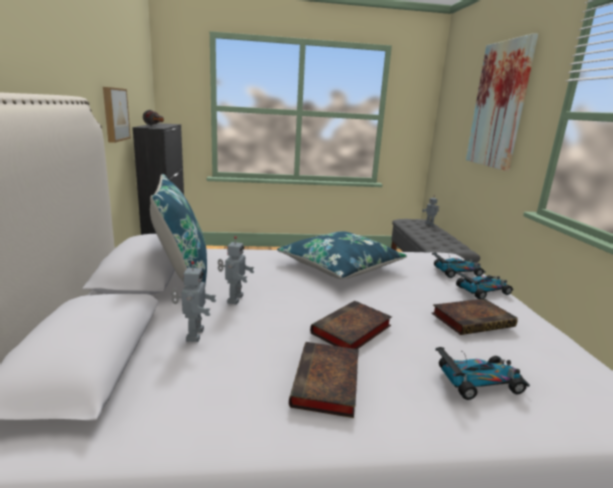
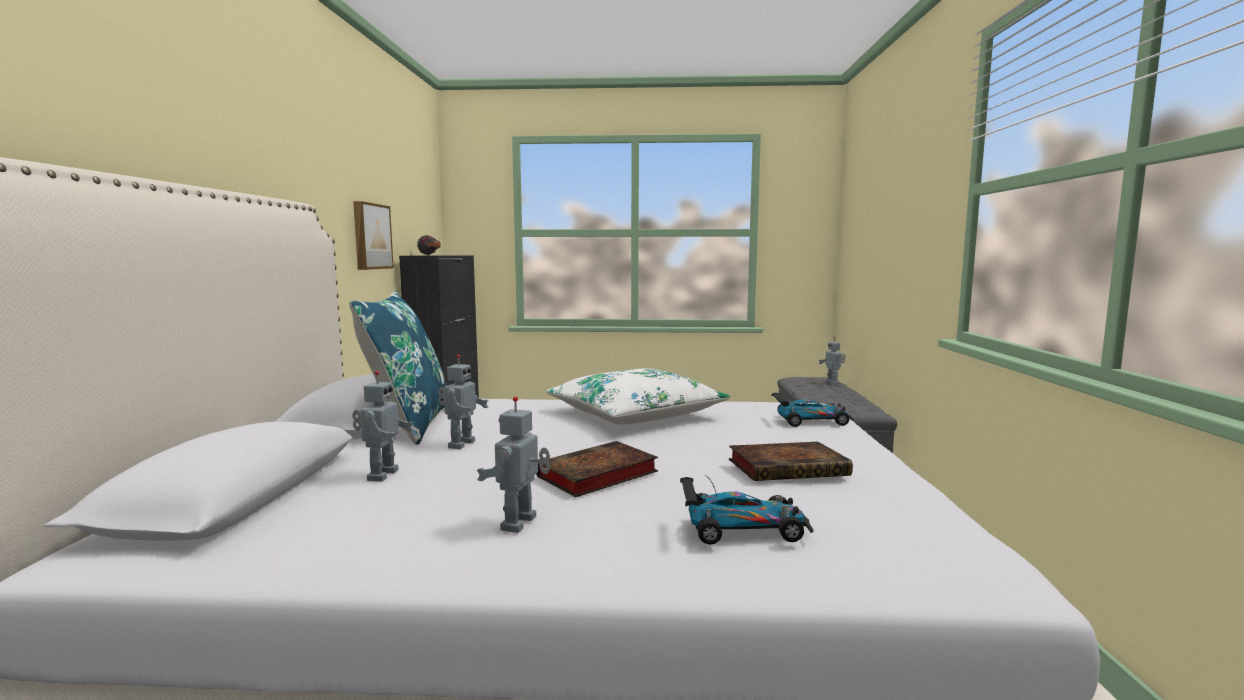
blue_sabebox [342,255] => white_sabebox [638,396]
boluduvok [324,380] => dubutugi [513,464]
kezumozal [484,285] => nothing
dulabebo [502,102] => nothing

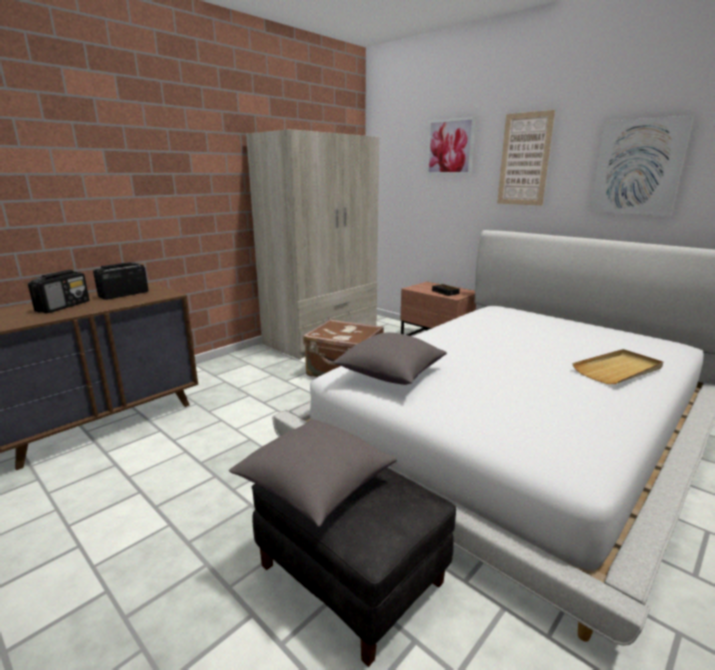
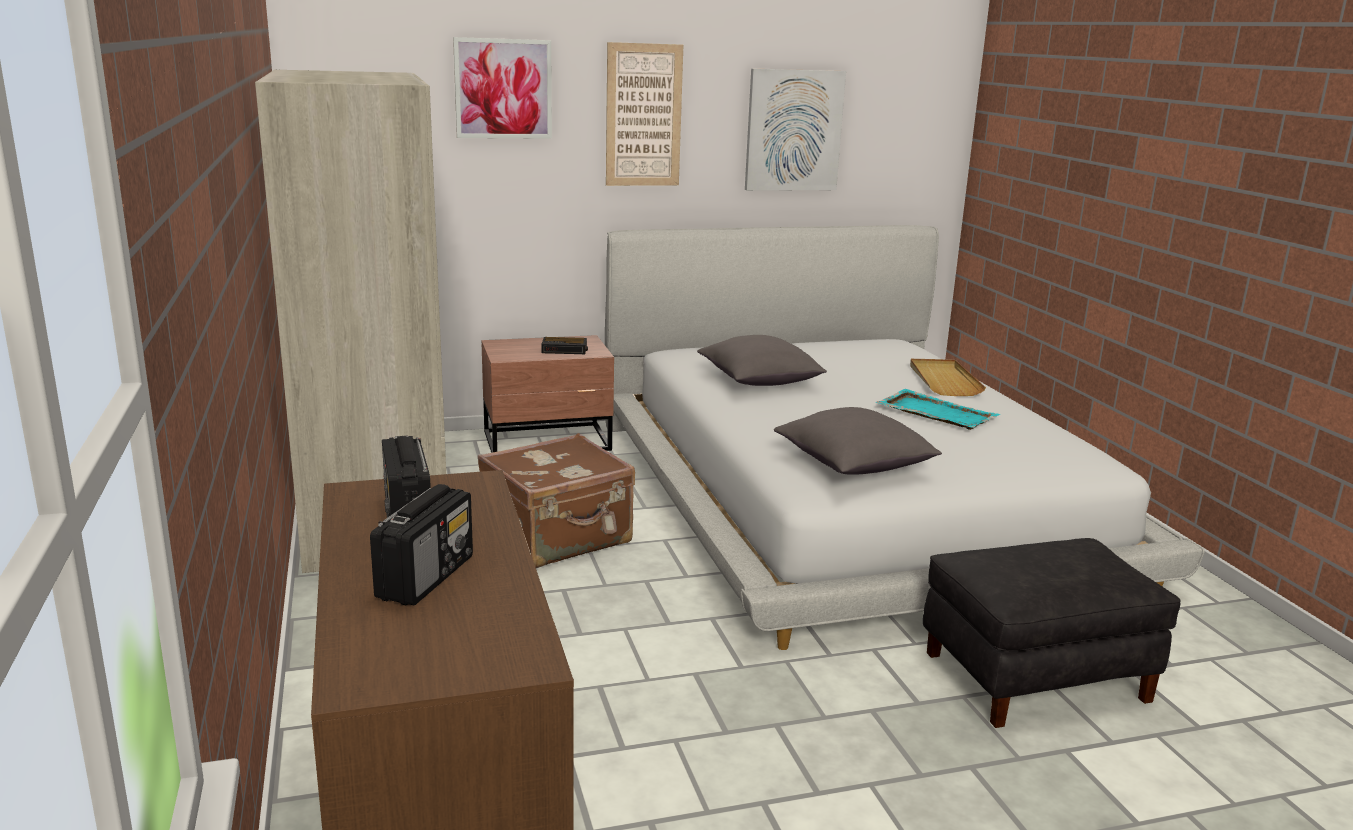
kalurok [58,291] => kalurok [421,544], 60 degrees clockwise
grey_sabebox [313,473] => grey_sabebox [762,360], relocated
nothing => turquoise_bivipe [938,409]

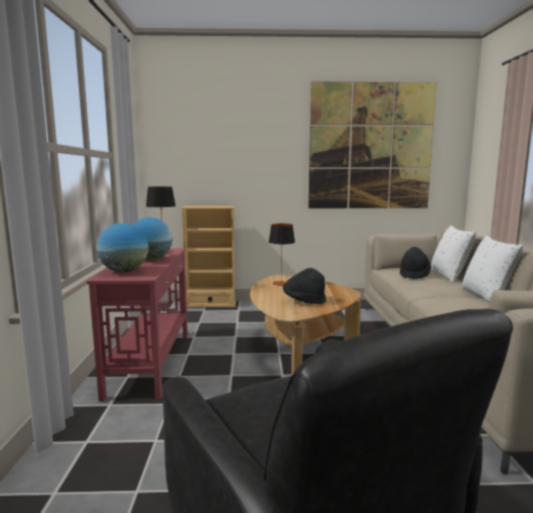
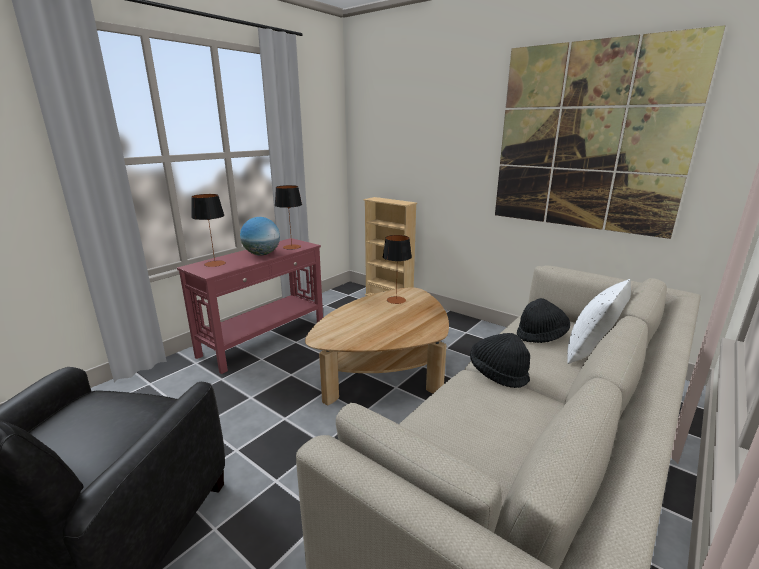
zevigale [122,247] => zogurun [208,230]
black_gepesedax [304,286] => black_gepesedax [500,360], relocated
white_sabebox [492,268] => nothing

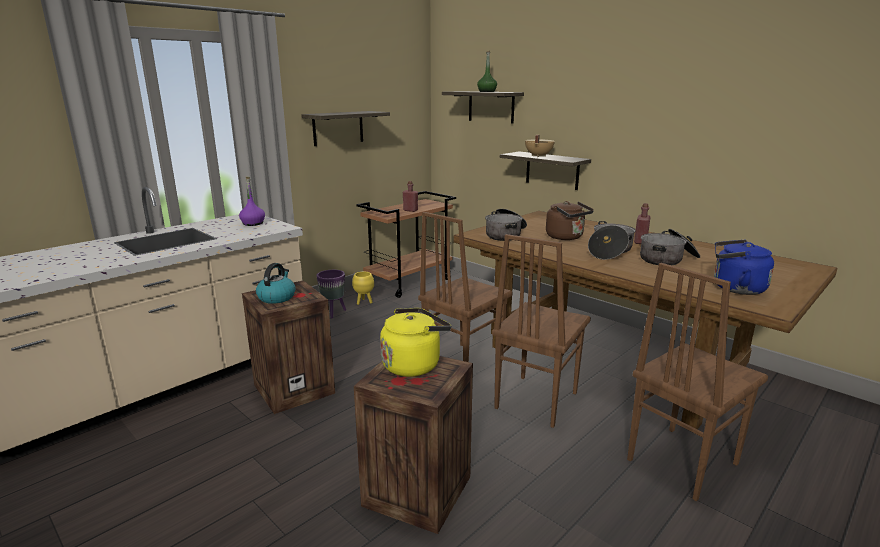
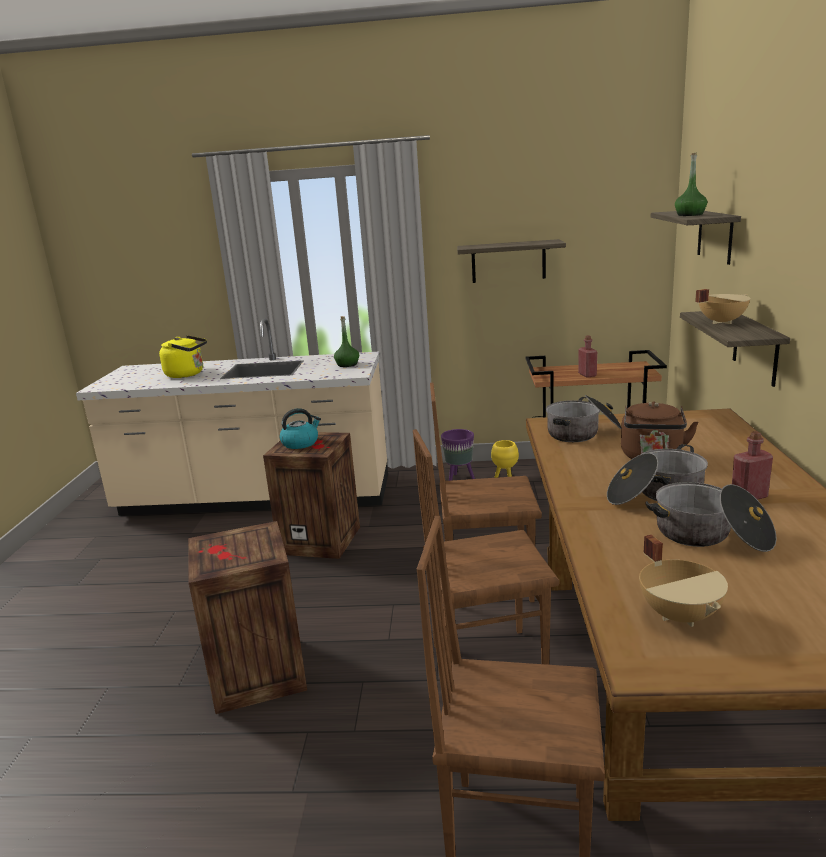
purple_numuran [252,201] => green_numuran [346,341]
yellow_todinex [415,342] => yellow_todinex [183,356], relocated
blue_todinex [744,267] => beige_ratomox [683,581]

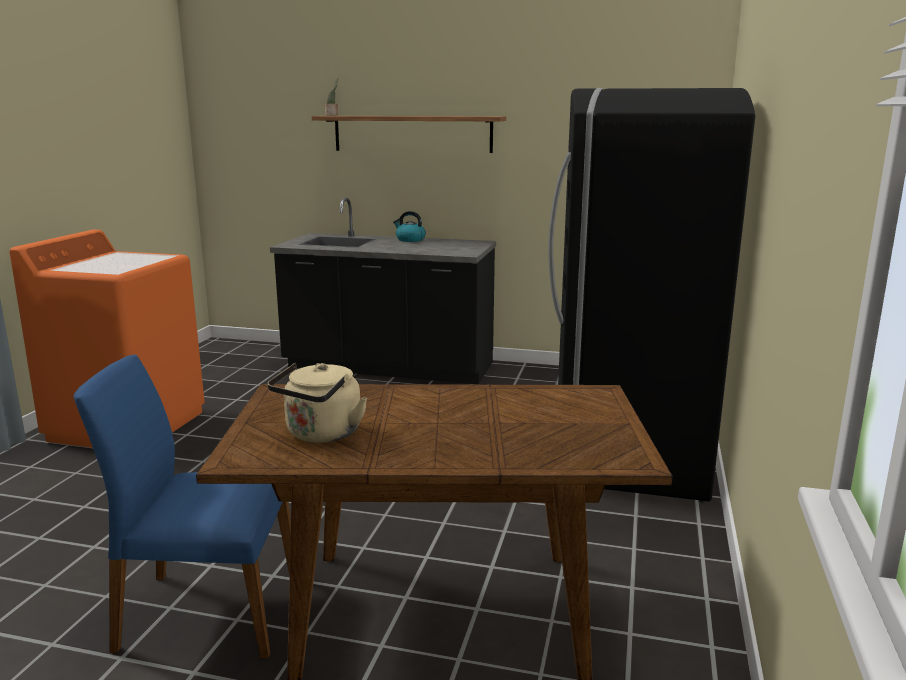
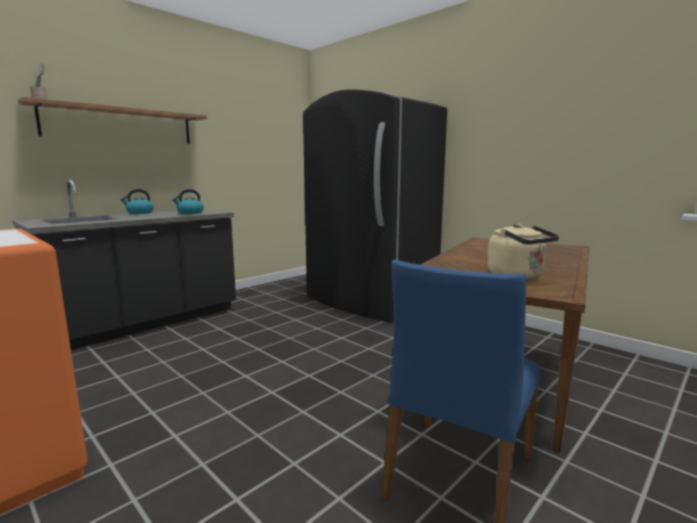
nothing => todinex [188,201]

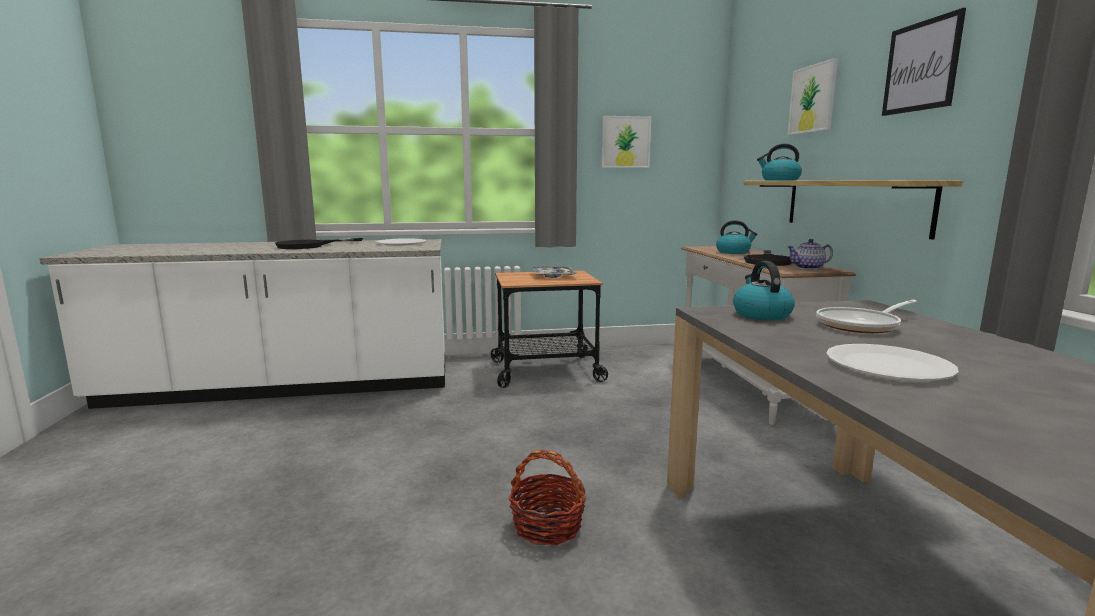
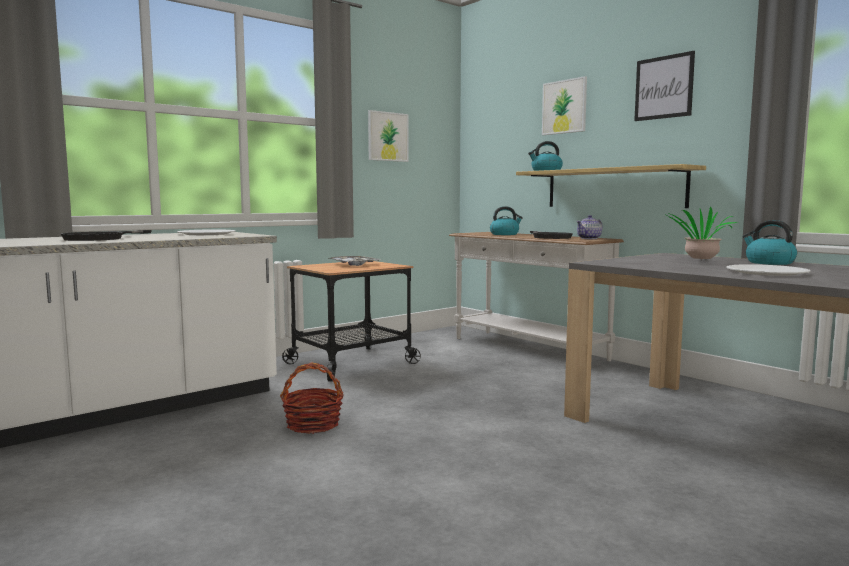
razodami [547,497] => razodami [312,398], relocated
todinex [764,291] => todinex [769,242], relocated
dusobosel [866,316] => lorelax [702,234]

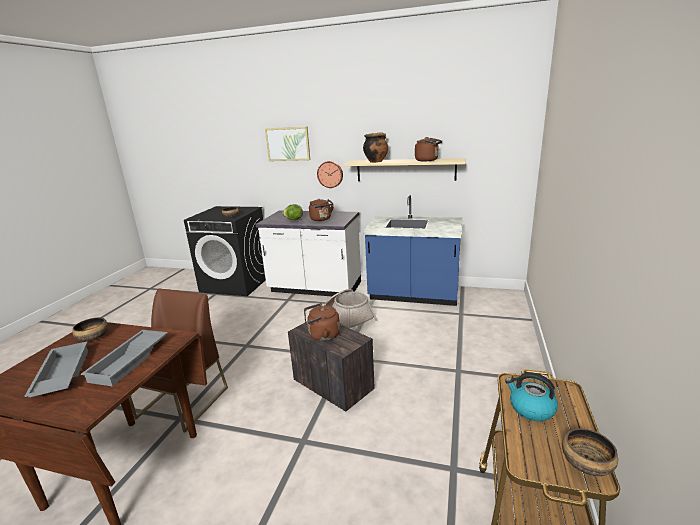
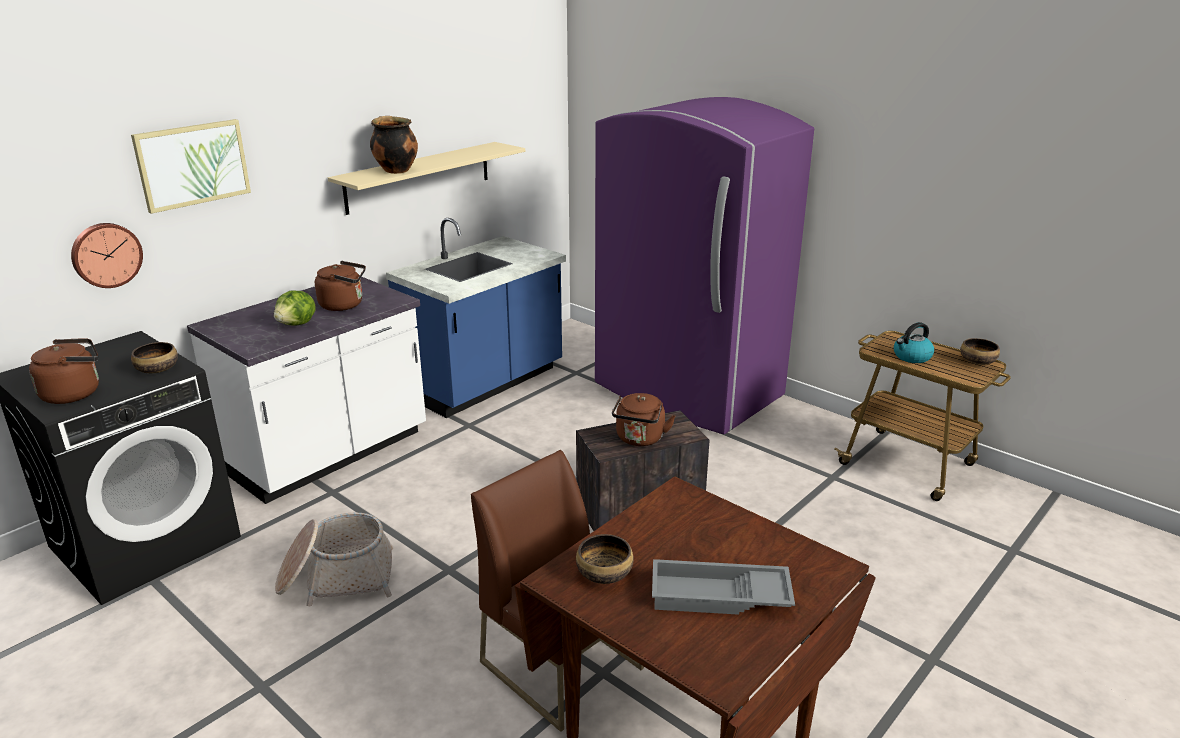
grey_bivipe [124,358] => nothing
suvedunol [330,174] => suvedunol [107,255], relocated
razodami [350,309] => razodami [334,559], relocated
brown_todinex [428,149] => brown_todinex [64,371], relocated
nothing => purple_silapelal [704,265]

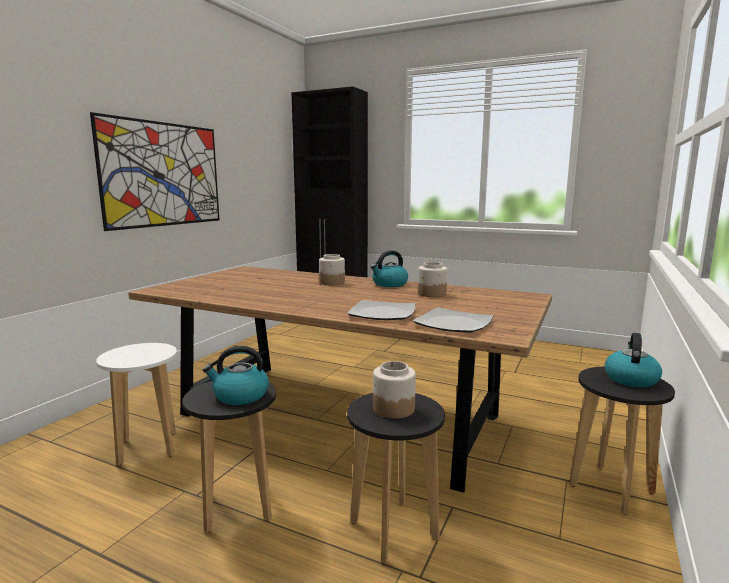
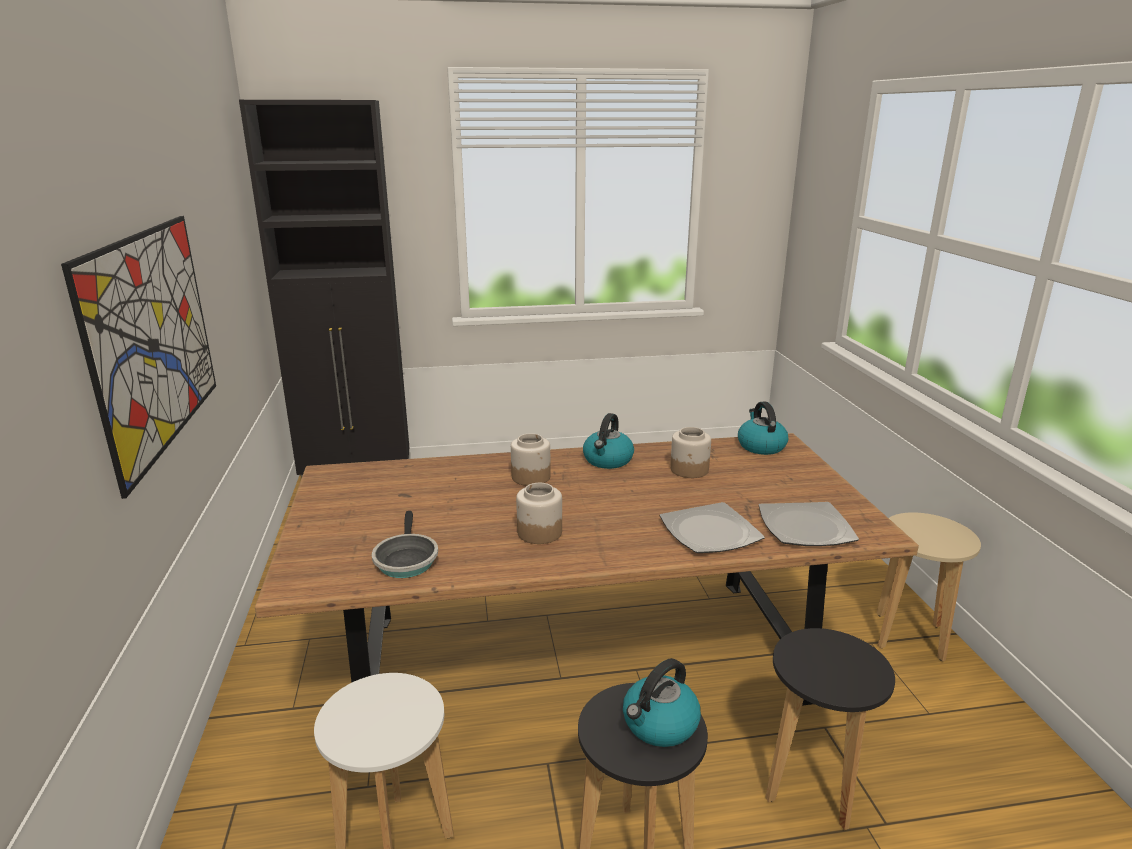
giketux [394,390] => giketux [539,513], relocated
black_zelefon [622,441] => beige_zelefon [928,586]
todinex [633,360] => todinex [763,428], relocated
nothing => dusobosel [405,544]

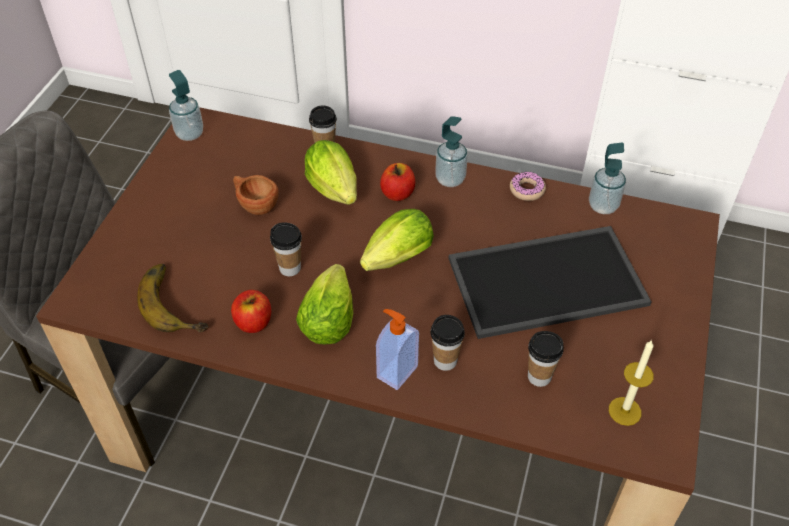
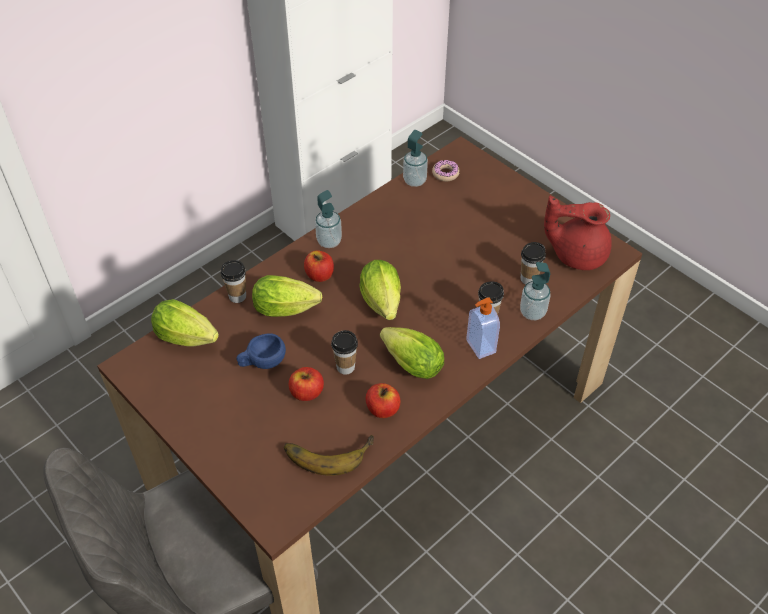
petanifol [186,105] => petanifol [535,291], relocated
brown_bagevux [256,195] => blue_bagevux [261,351]
bivipe [549,282] => nothing
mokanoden [528,186] => mokanoden [446,171], relocated
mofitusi [631,383] => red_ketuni [578,233]
nothing => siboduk [185,322]
nothing => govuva [306,384]

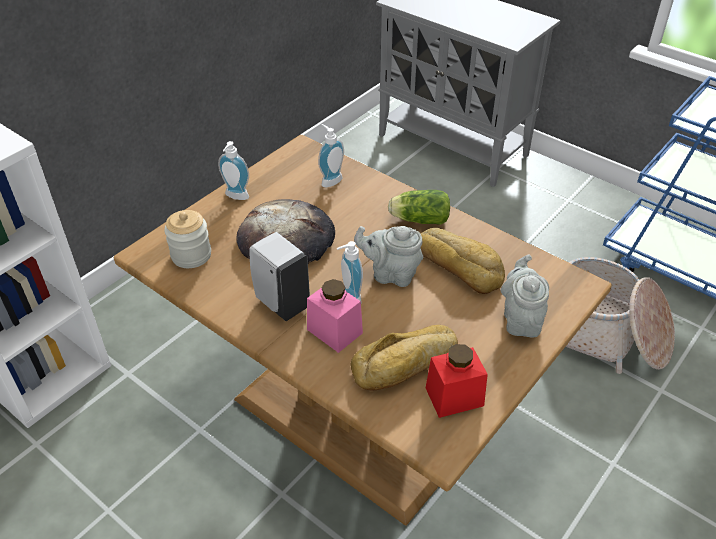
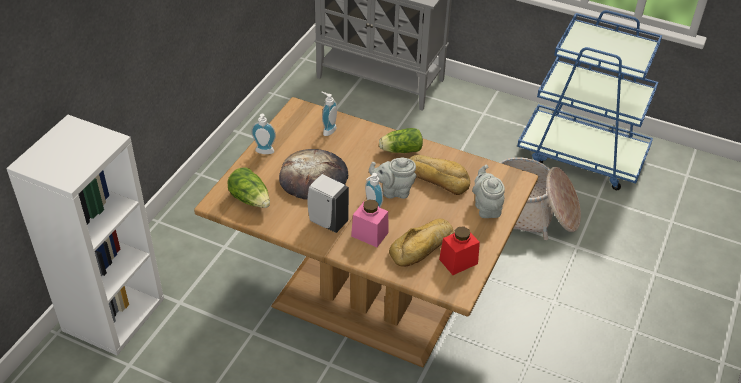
giketux [187,239] => siboduk [248,187]

